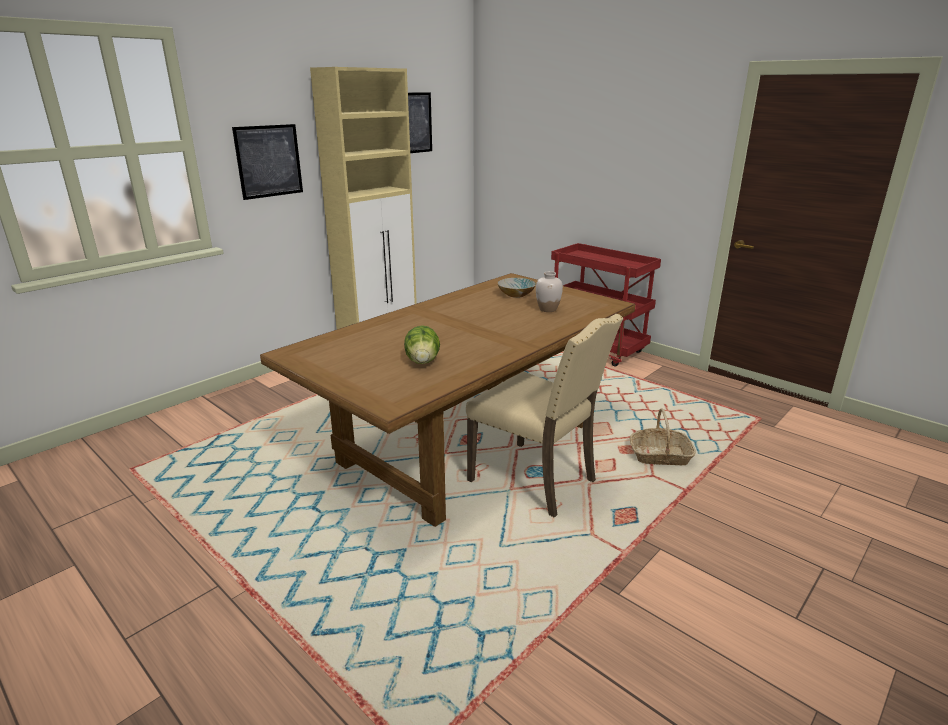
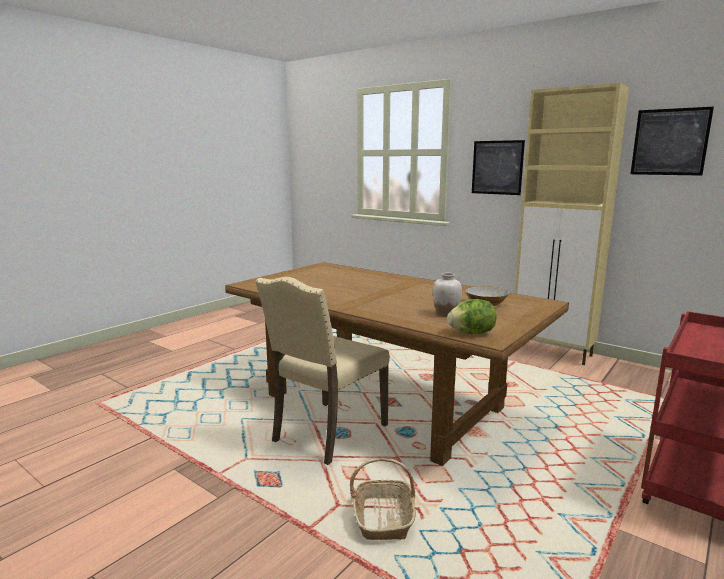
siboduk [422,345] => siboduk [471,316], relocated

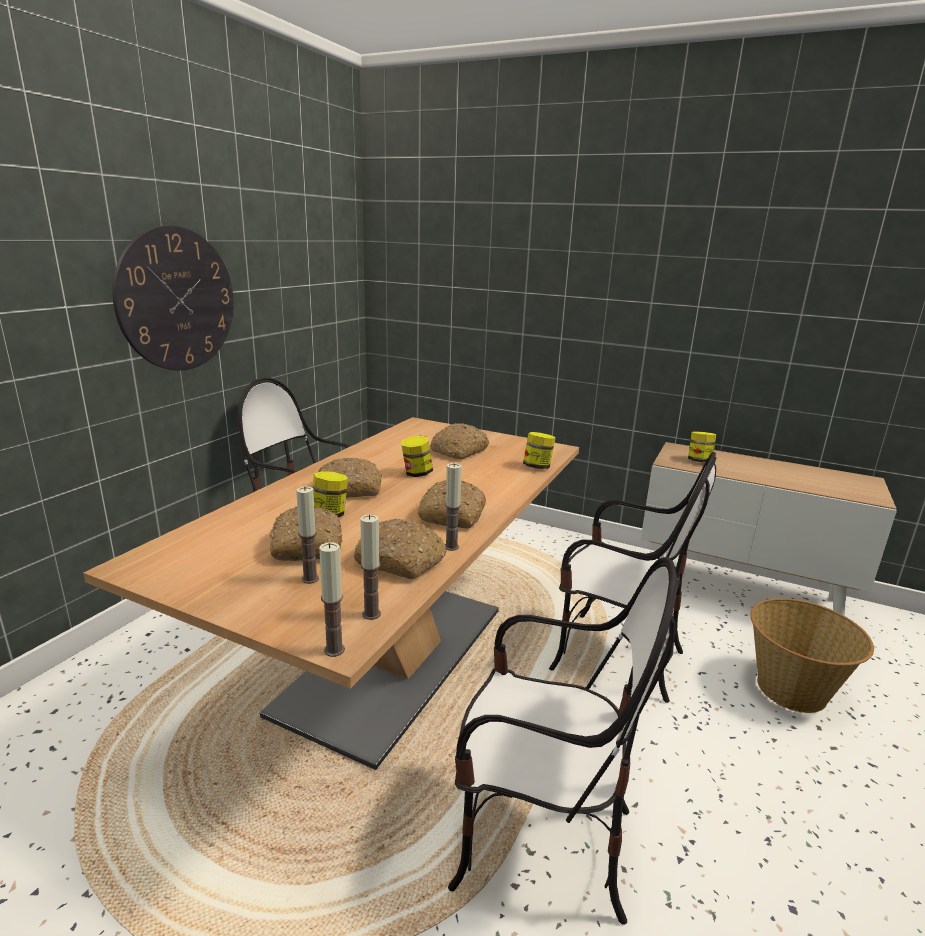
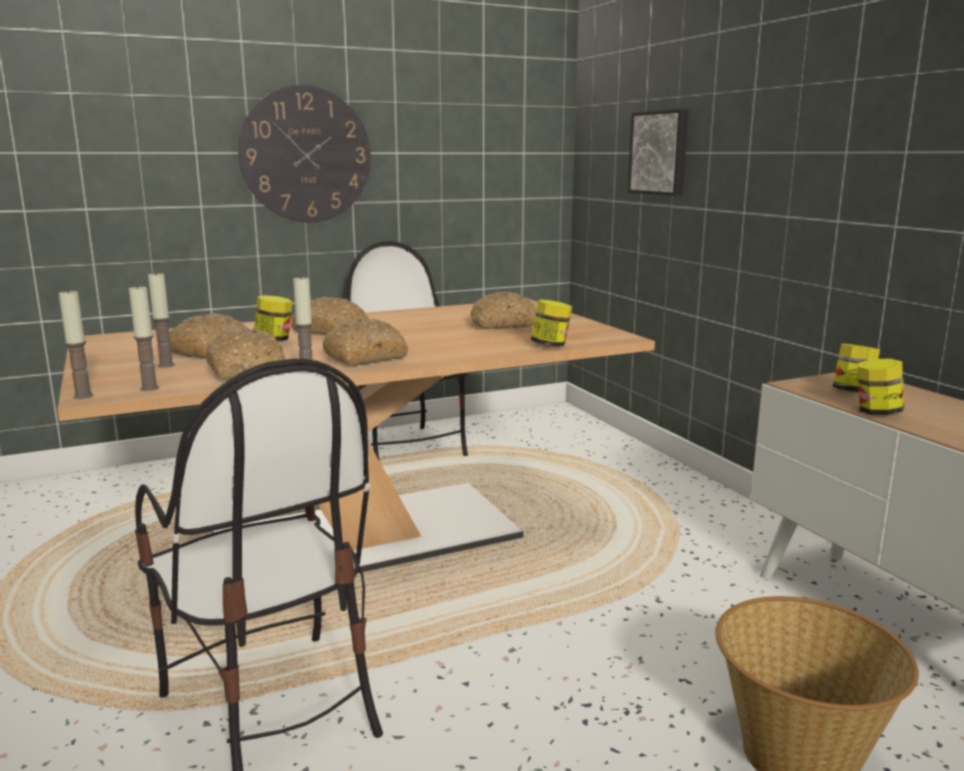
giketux [417,456] => giketux [880,386], relocated
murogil [632,577] => nothing
nothing => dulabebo [658,152]

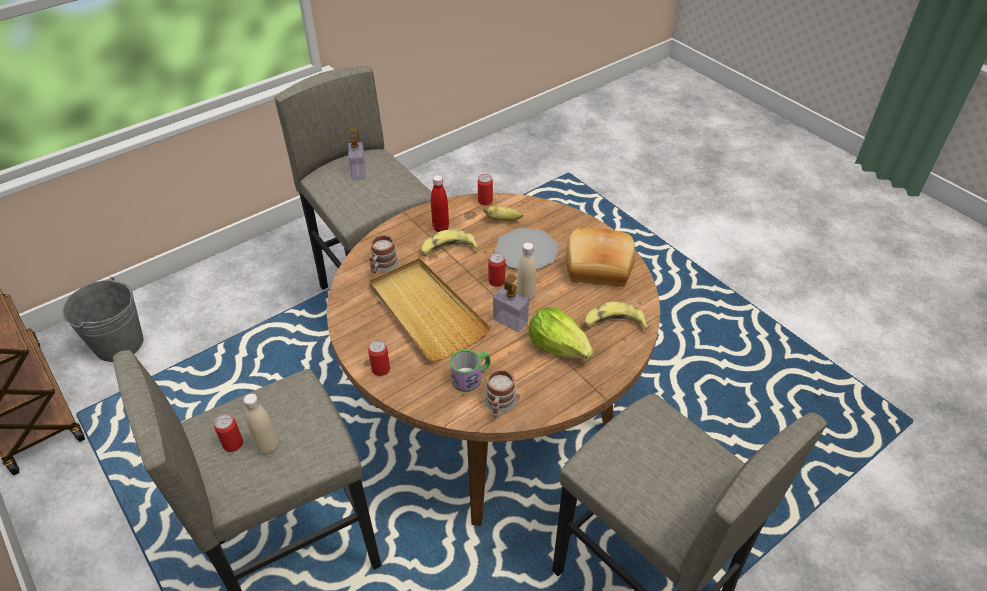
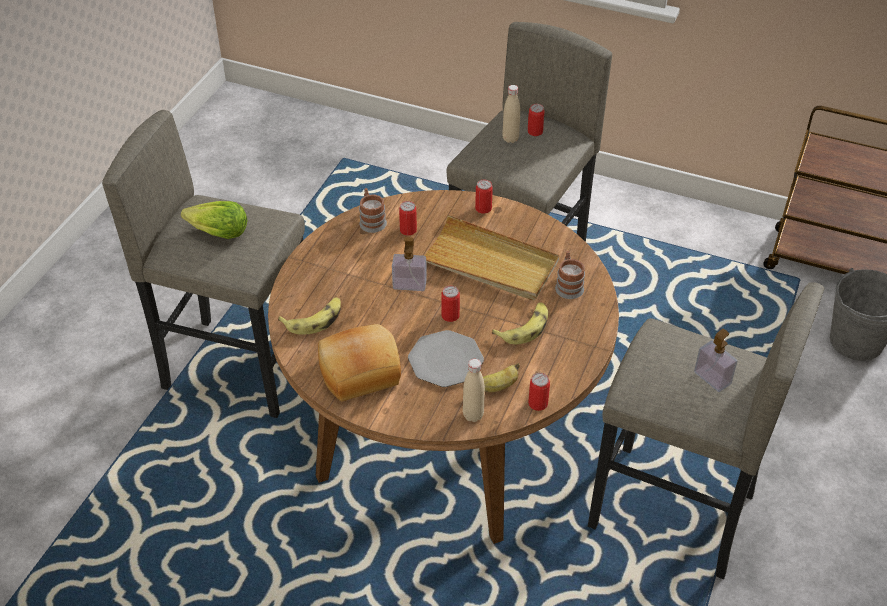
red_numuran [440,203] => nothing
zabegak [470,370] => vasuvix [408,218]
beige_numuran [526,271] => beige_numuran [474,390], relocated
siboduk [561,333] => siboduk [214,220], relocated

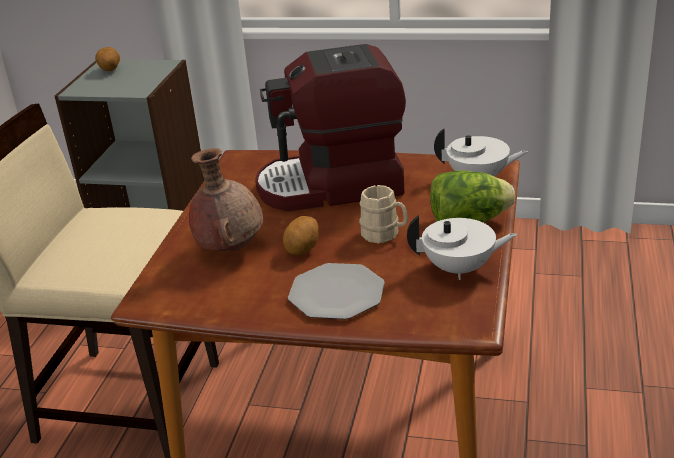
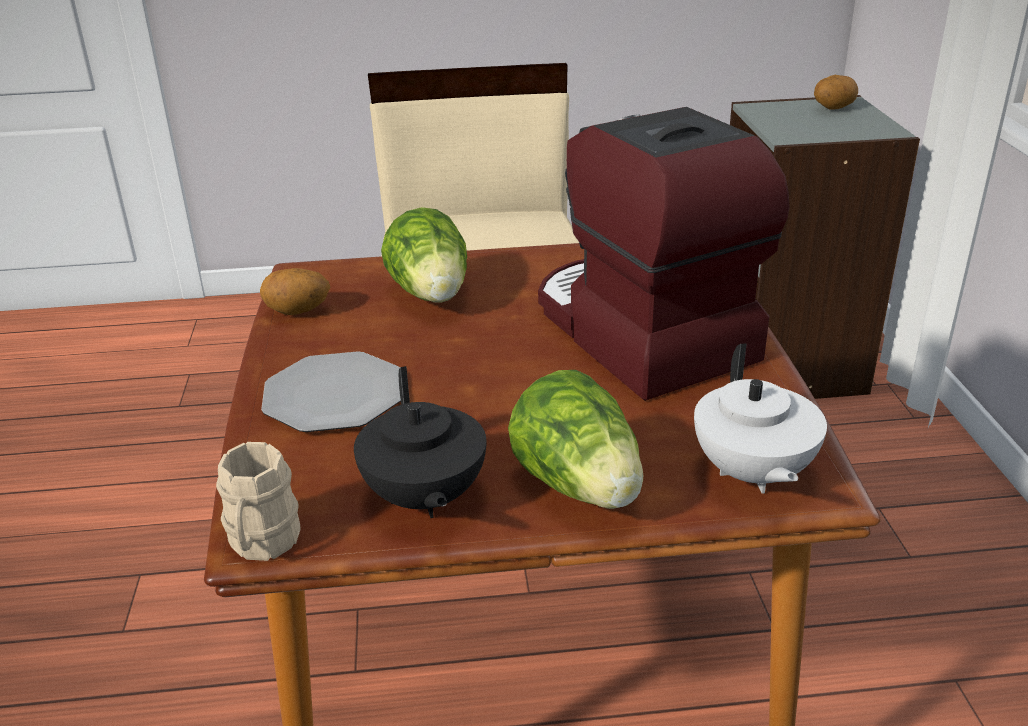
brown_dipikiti [226,199] => siboduk [424,255]
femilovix [301,235] => femilovix [295,291], relocated
beige_zabegak [383,214] => beige_zabegak [258,501], relocated
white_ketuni [462,247] => black_ketuni [420,442]

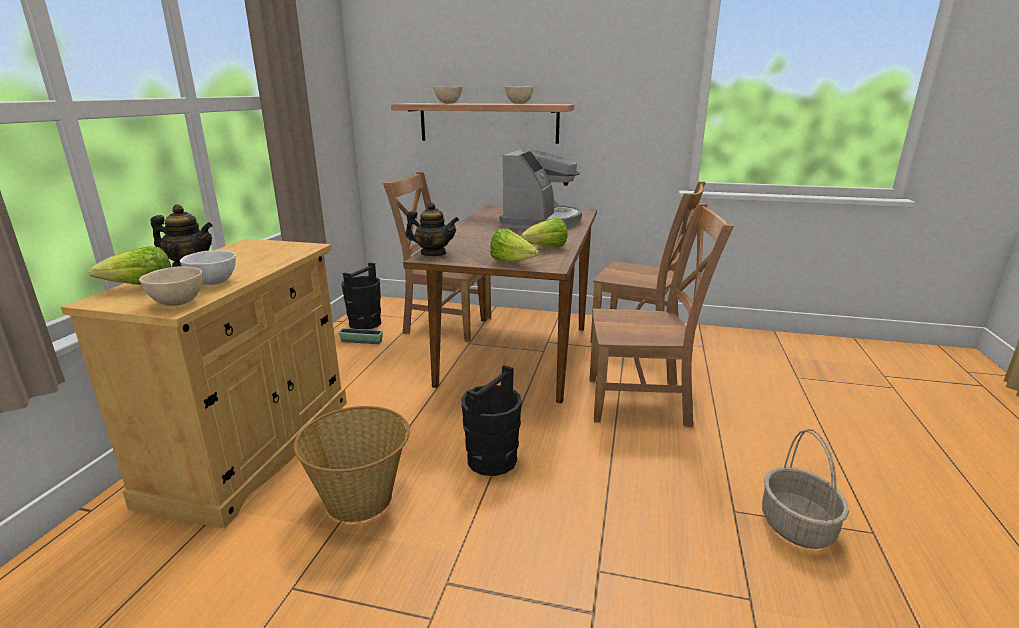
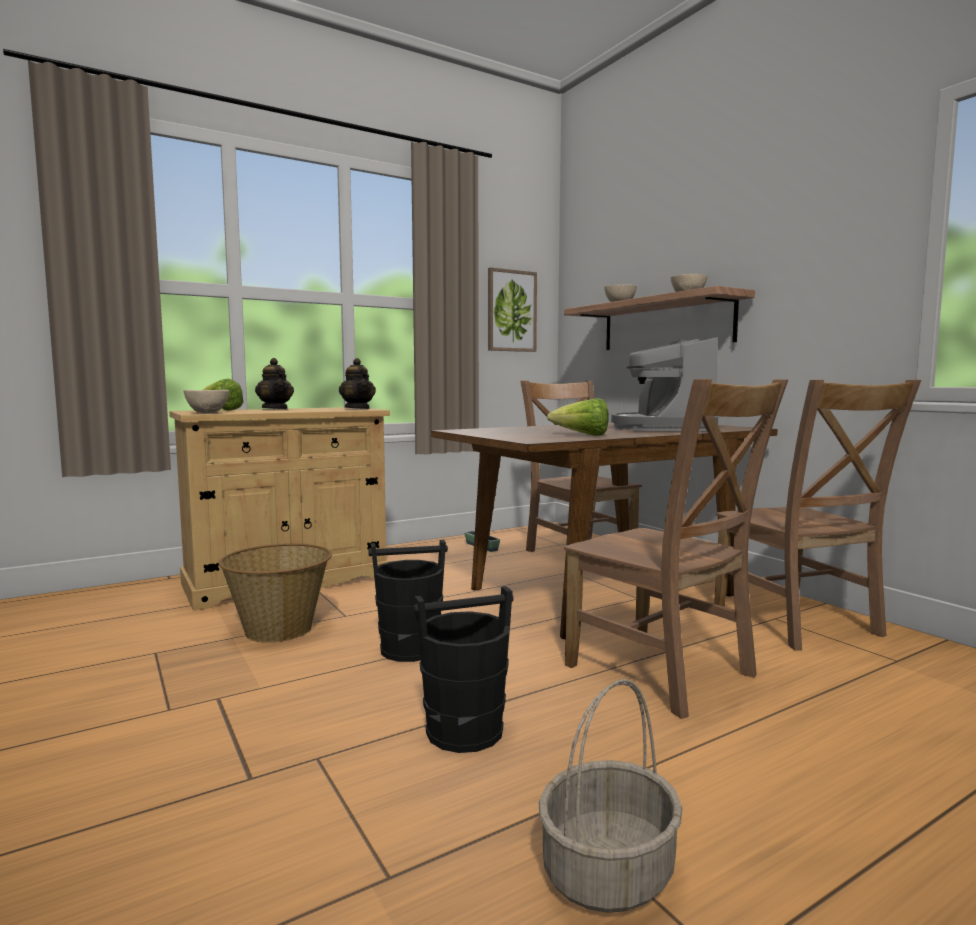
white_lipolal [208,267] => nothing
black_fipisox [361,296] => black_fipisox [463,669], relocated
ketuni [432,229] => ketuni [357,383], relocated
siboduk [514,245] => nothing
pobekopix [540,188] => pobekopix [664,384], 120 degrees clockwise
nothing => dulabebo [512,309]

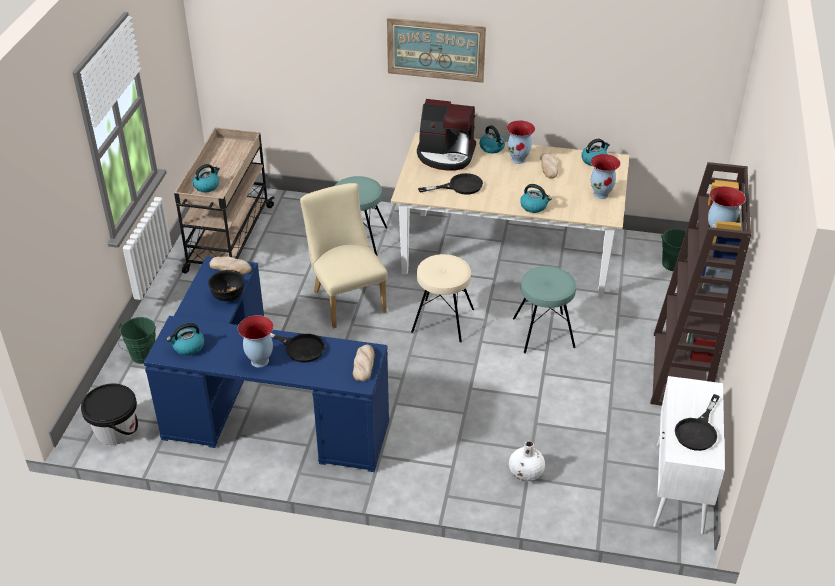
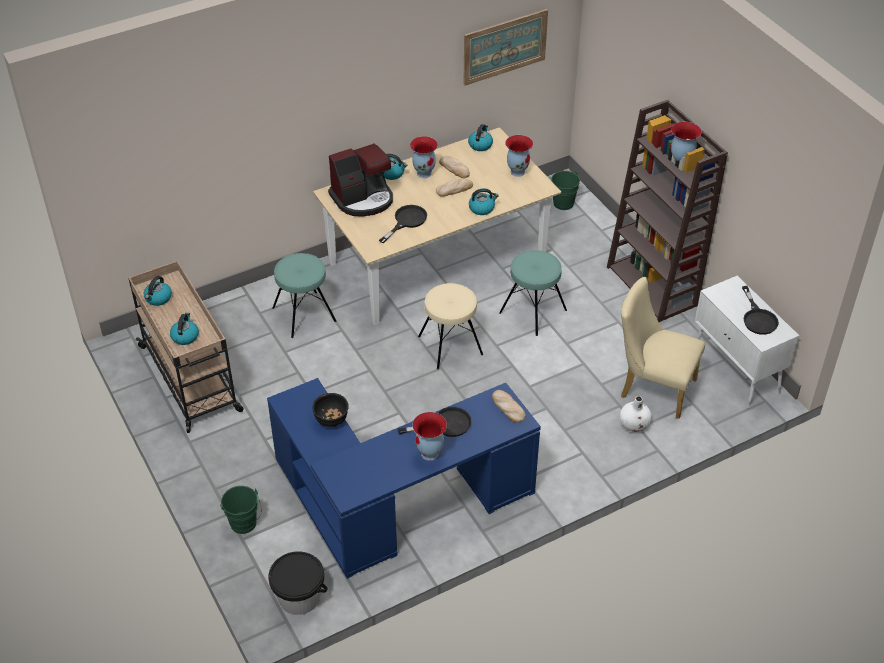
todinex [185,339] => todinex [158,291], relocated
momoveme [230,265] => momoveme [454,187], relocated
beige_murogil [343,255] => beige_murogil [663,348], relocated
dulabebo [436,50] => dulabebo [505,47], relocated

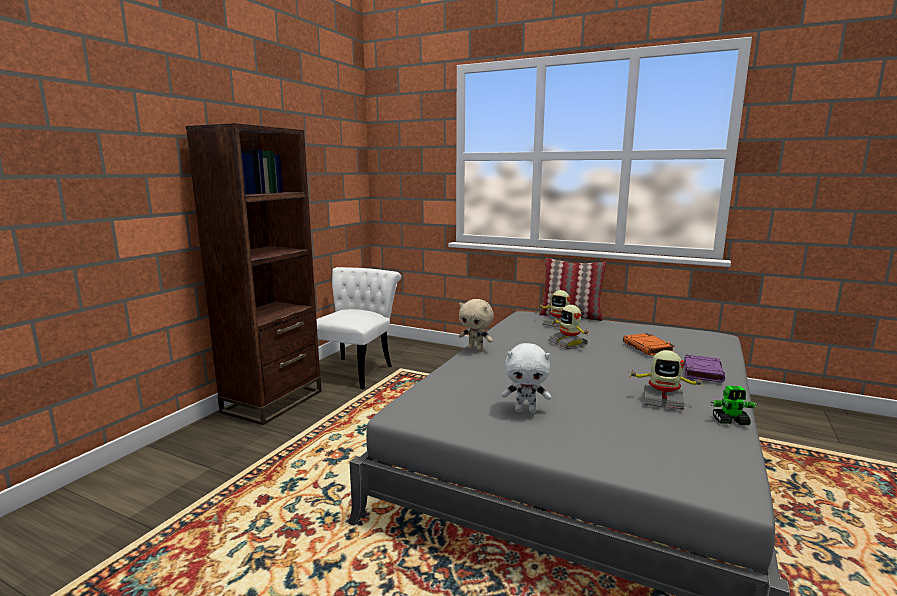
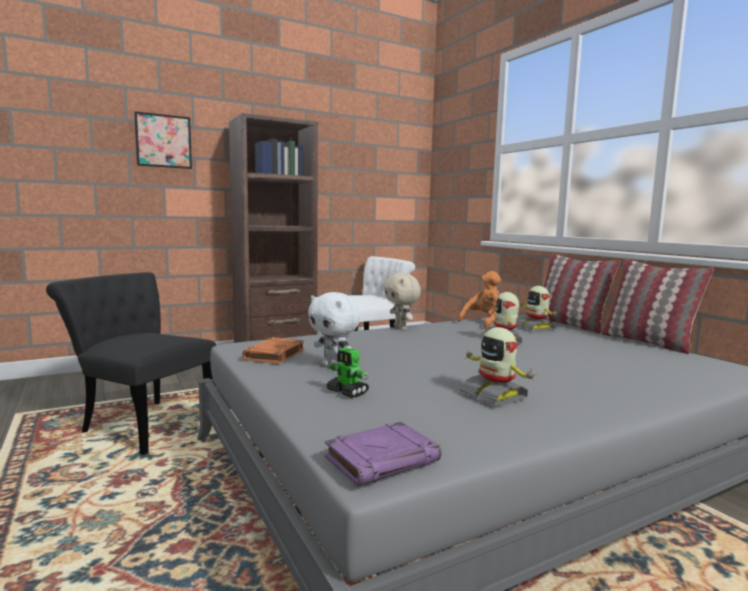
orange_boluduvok [649,344] => orange_boluduvok [273,350], relocated
purple_boluduvok [704,368] => purple_boluduvok [383,454], relocated
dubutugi [734,405] => dubutugi [347,373], relocated
nothing => black_murogil [131,363]
nothing => dulabebo [163,140]
nothing => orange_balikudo [479,300]
nothing => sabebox [657,306]

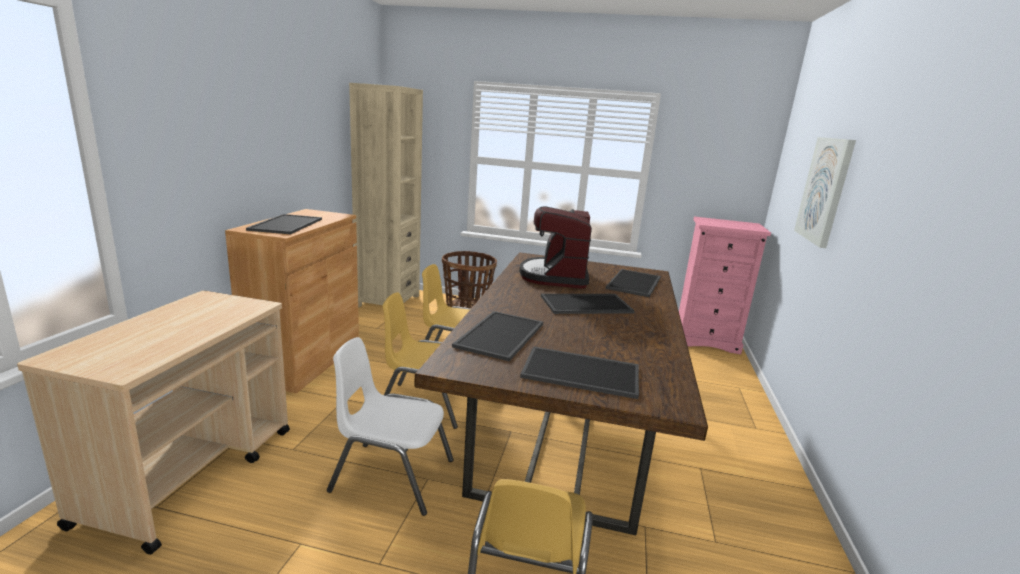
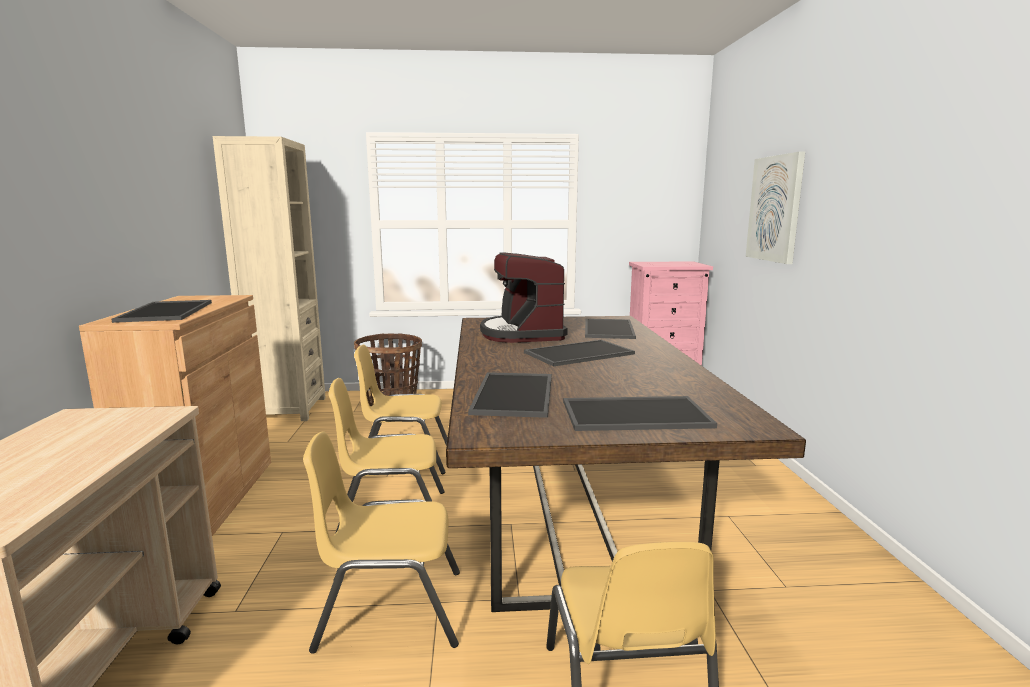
white_murogil [390,426] => yellow_murogil [381,542]

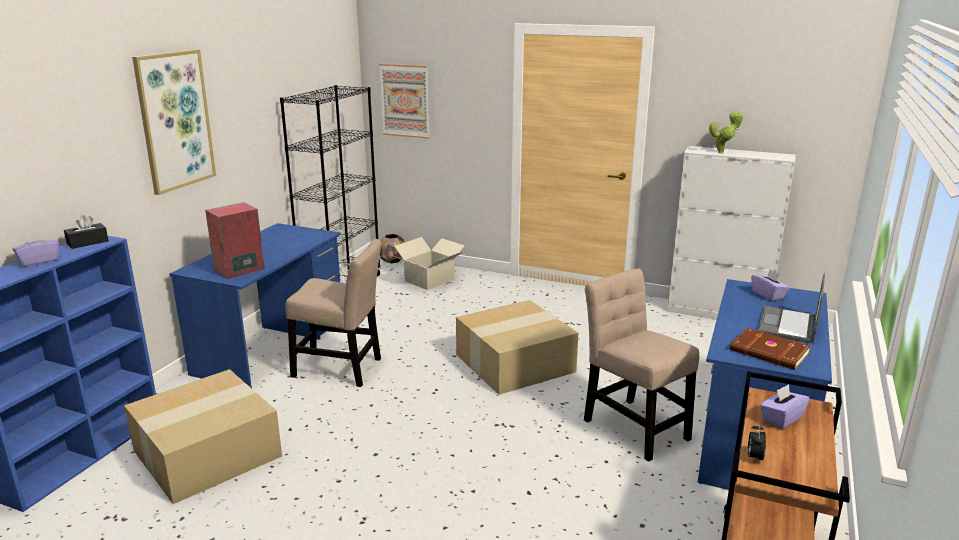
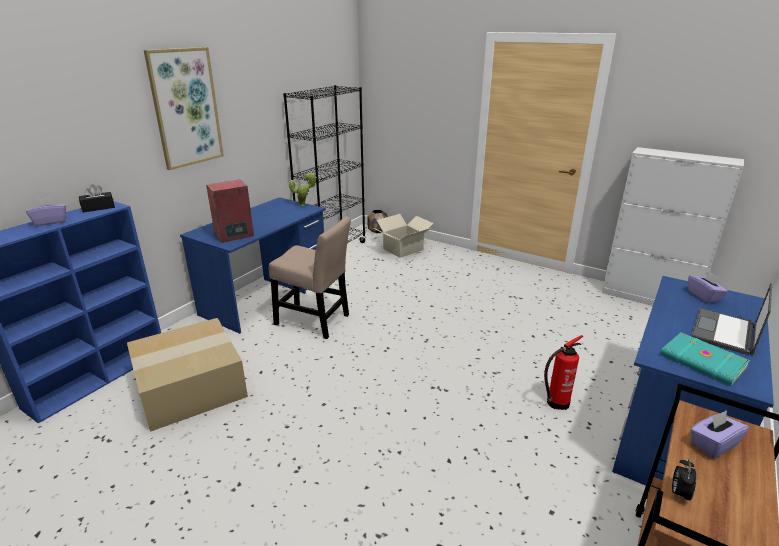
dulabebo [404,101] => nothing
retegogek [517,347] => nothing
beige_murogil [641,365] => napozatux [563,372]
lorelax [726,131] => lorelax [303,189], relocated
brown_boluduvok [770,349] => turquoise_boluduvok [705,359]

